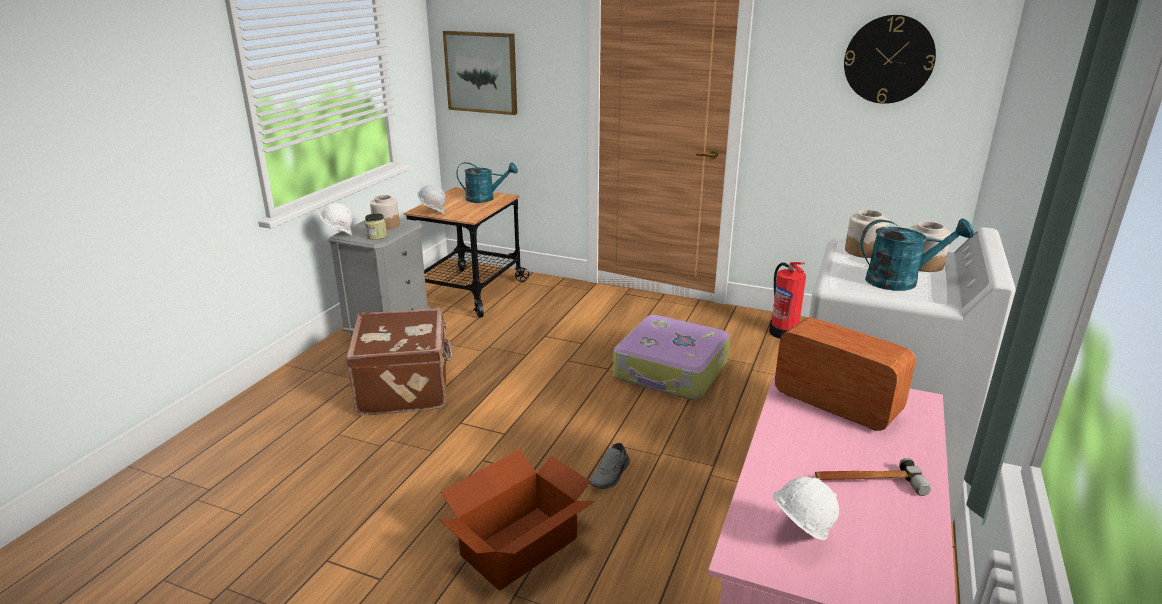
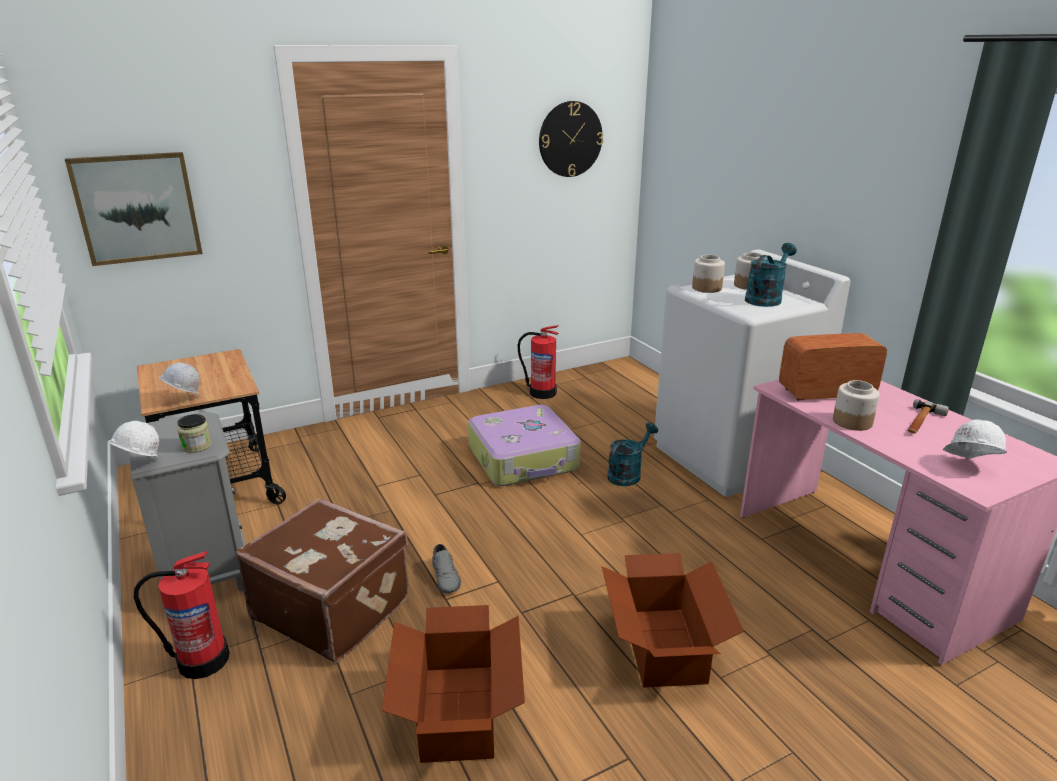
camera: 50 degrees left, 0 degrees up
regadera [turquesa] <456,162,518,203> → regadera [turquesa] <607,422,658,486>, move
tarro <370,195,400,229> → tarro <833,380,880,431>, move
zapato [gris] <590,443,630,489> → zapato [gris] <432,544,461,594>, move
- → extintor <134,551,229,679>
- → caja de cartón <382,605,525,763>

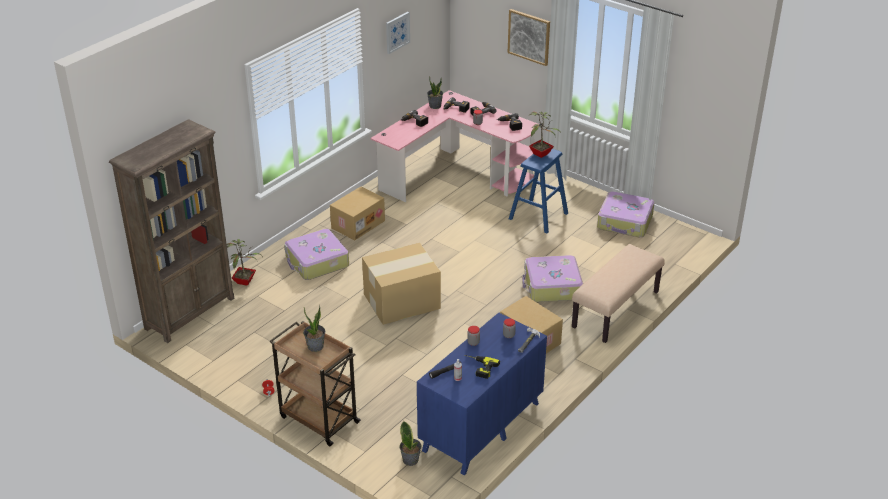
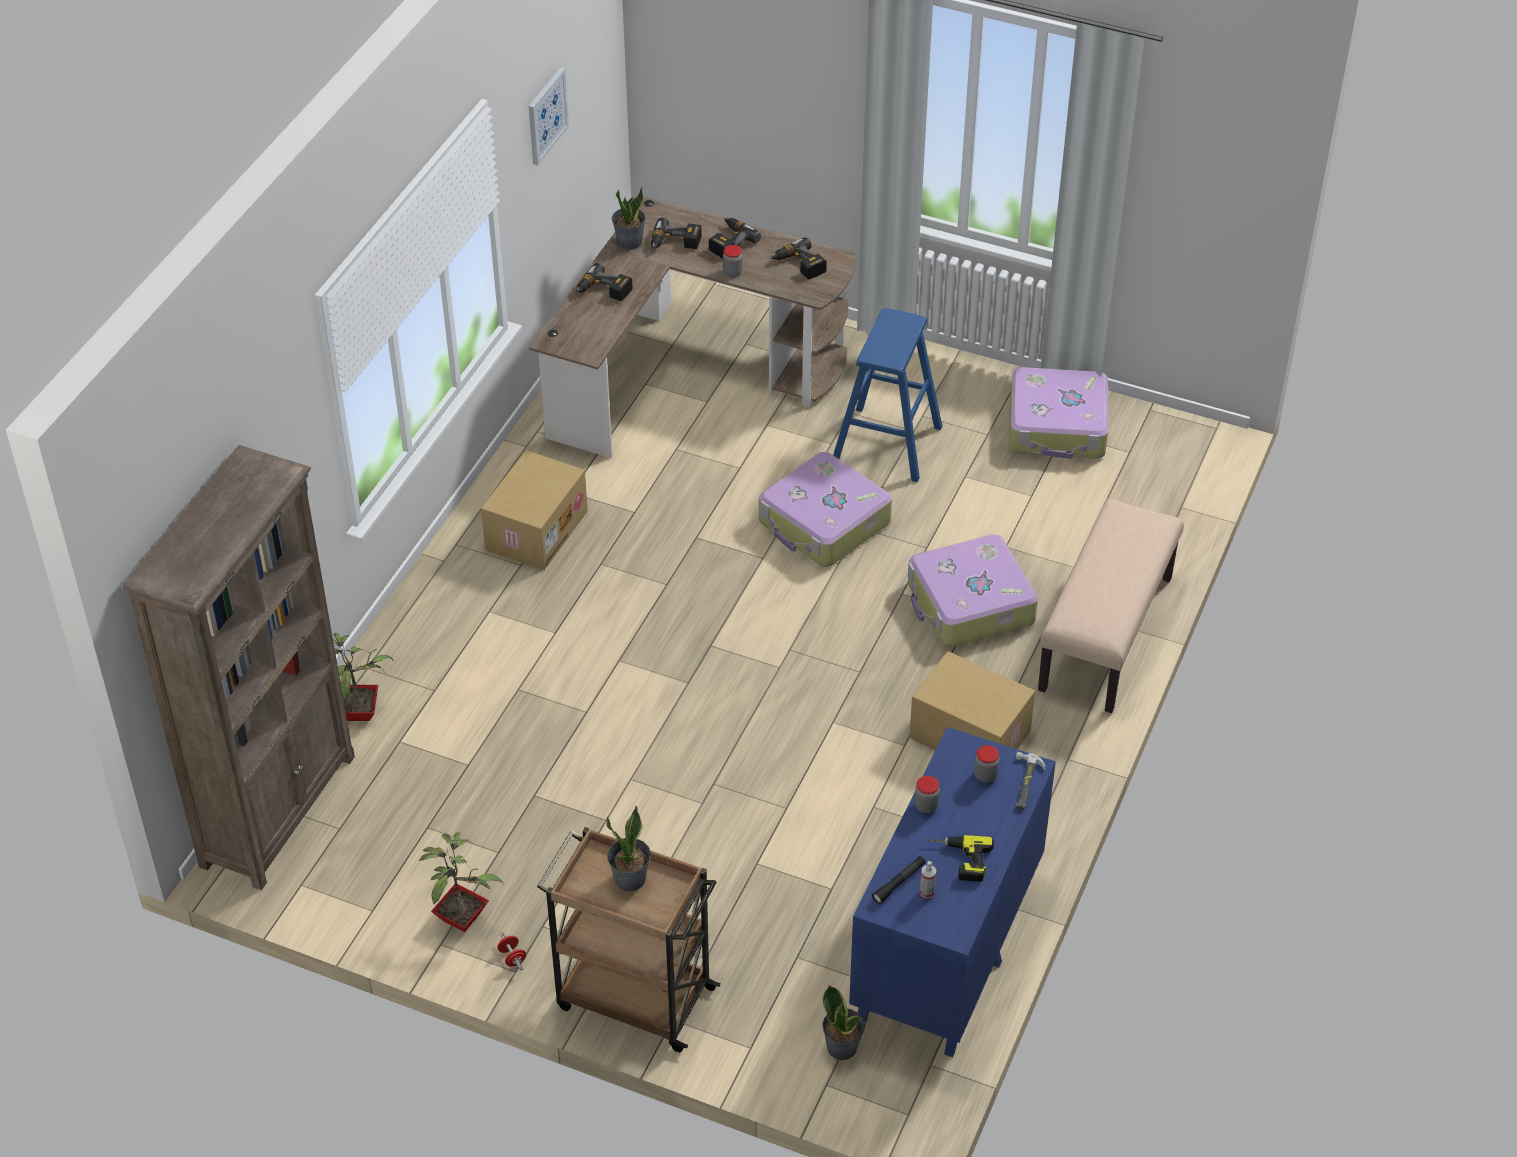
camera: 15 degrees left, 10 degrees up
cuadro <508,9,550,66> → -
escritorio [rosa] <370,90,538,202> → escritorio [marrón] <529,196,855,458>
planta en maceta <529,112,561,158> → planta en maceta <419,832,504,932>, move
maleta <284,229,349,280> → maleta <759,452,892,567>, move
caja de cartón <362,243,441,325> → -

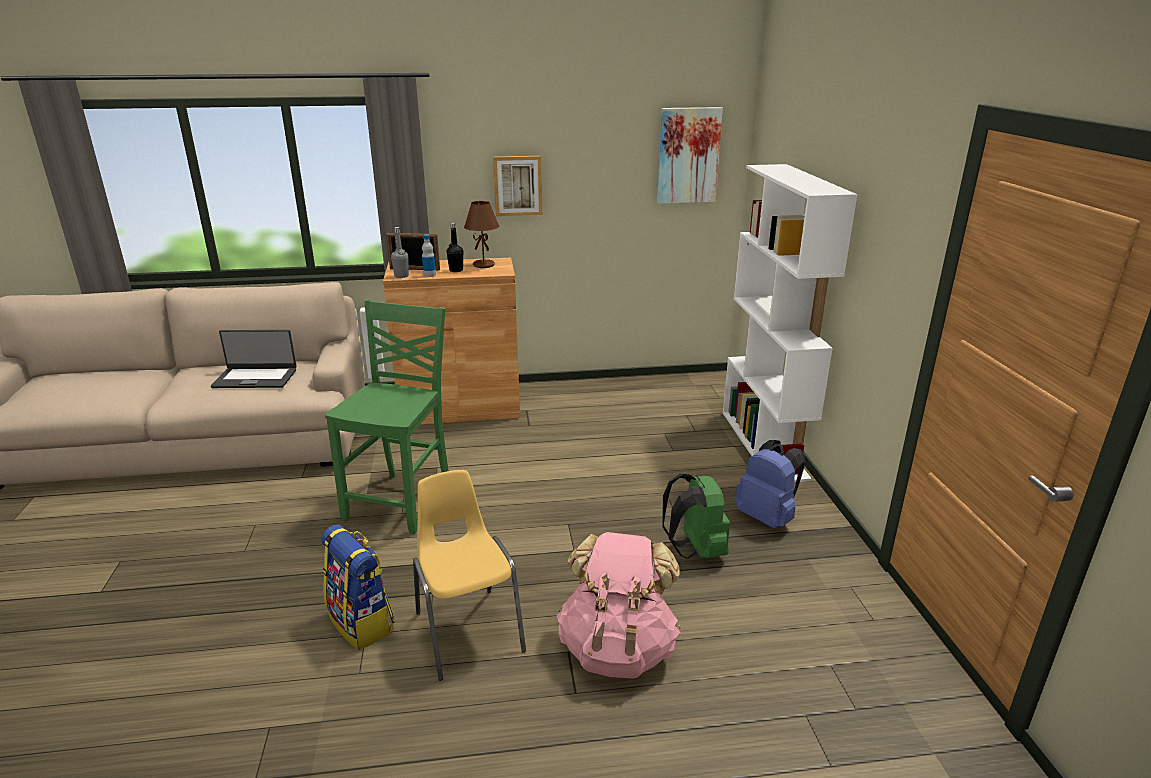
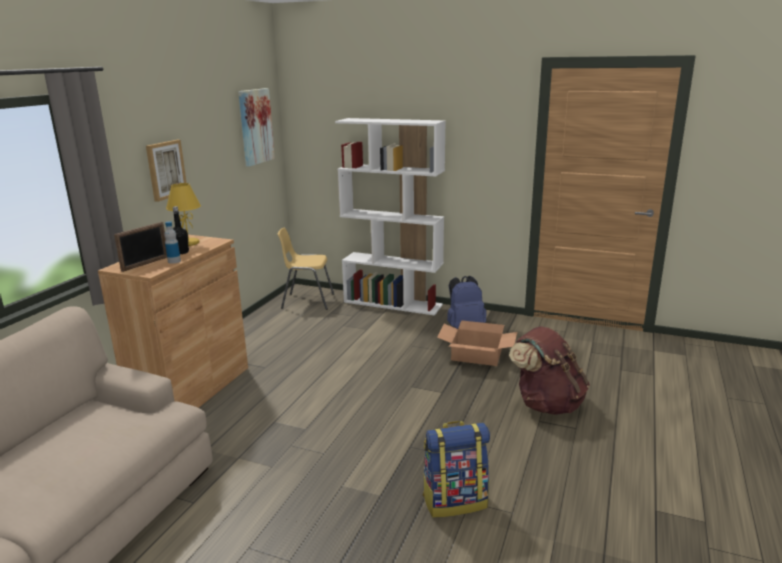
camera: 60 degrees left, 5 degrees down
lámpara de mesa [marrón] <464,201,499,268> → lámpara de mesa [amarillo] <166,183,201,246>
botella [gris] <391,227,409,278> → -
silla [verde] <325,300,449,534> → -
portátil <211,330,297,388> → -
silla [amarillo] <413,470,526,681> → silla [amarillo] <278,228,334,310>, move
mochila [verde] <662,474,730,559> → caja de cartón <437,320,517,366>
mochila [rosa] <557,532,681,678> → mochila [marrón] <509,326,590,415>

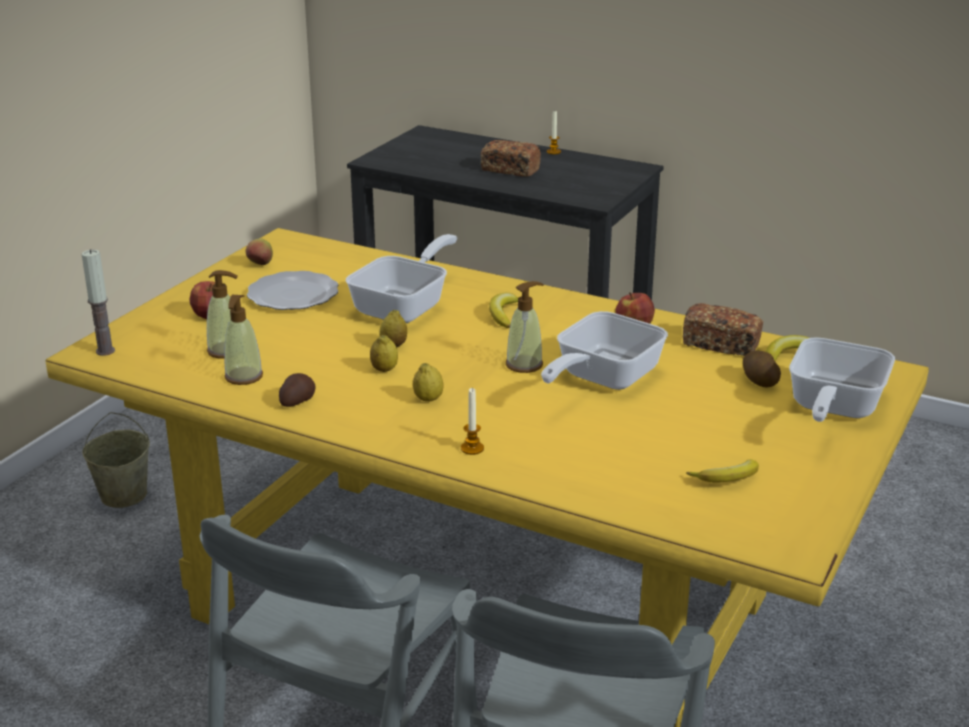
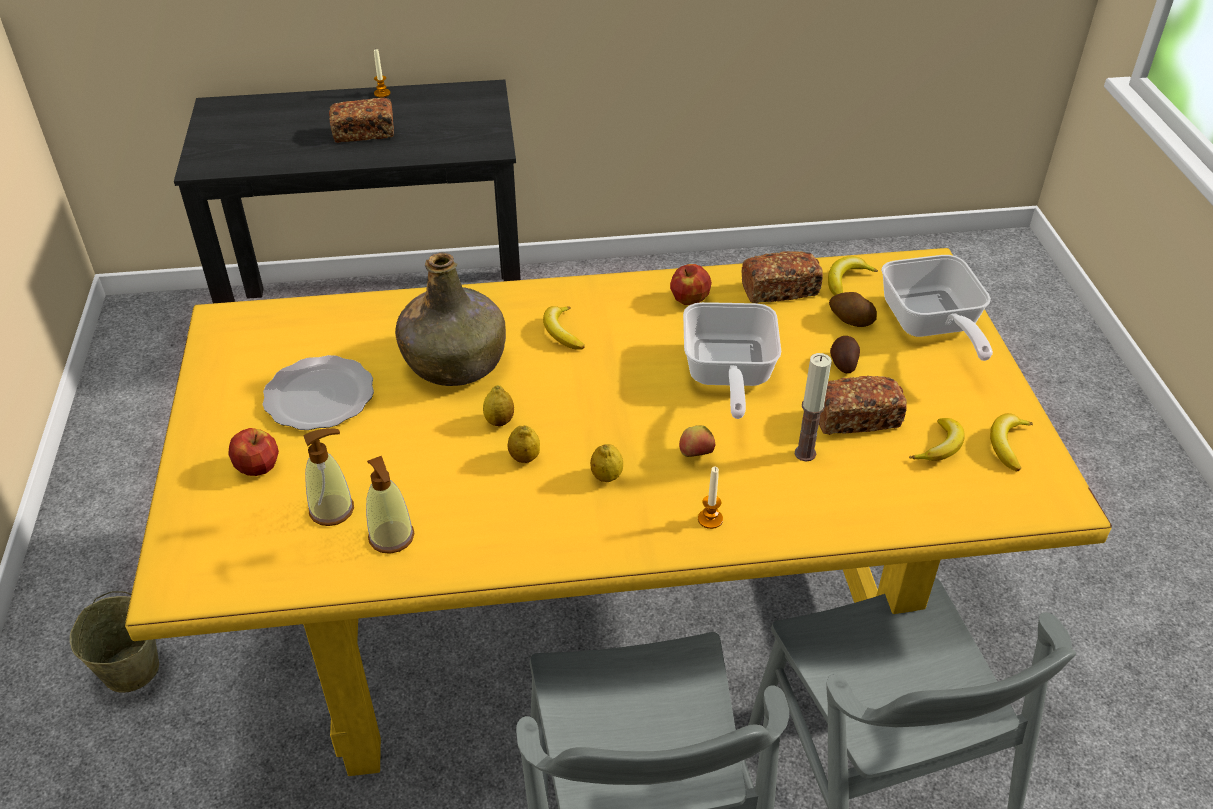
camera: 35 degrees left, 15 degrees up
sartén <346,234,457,323> → botella [verde] <395,252,506,386>
manzana <245,239,273,265> → manzana <679,425,715,457>, move
vela <82,249,115,356> → vela <795,353,832,462>, move
dispensador de jabón <506,281,544,373> → -
patata <279,373,316,407> → patata <830,336,860,373>, move
- → pan <819,376,907,435>
- → plátano <990,413,1033,471>

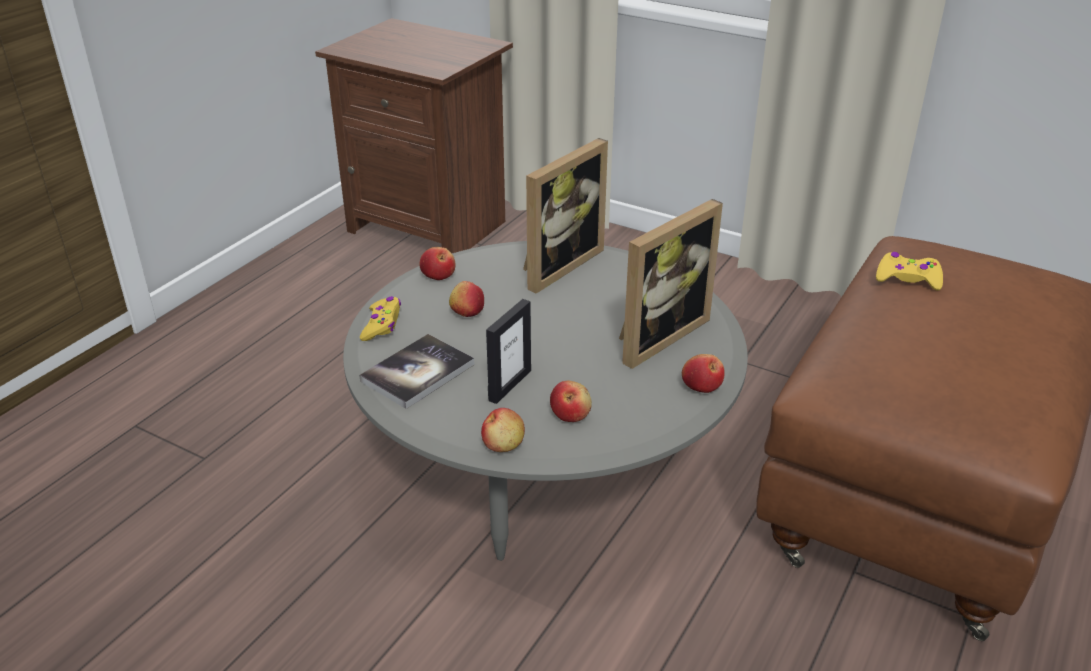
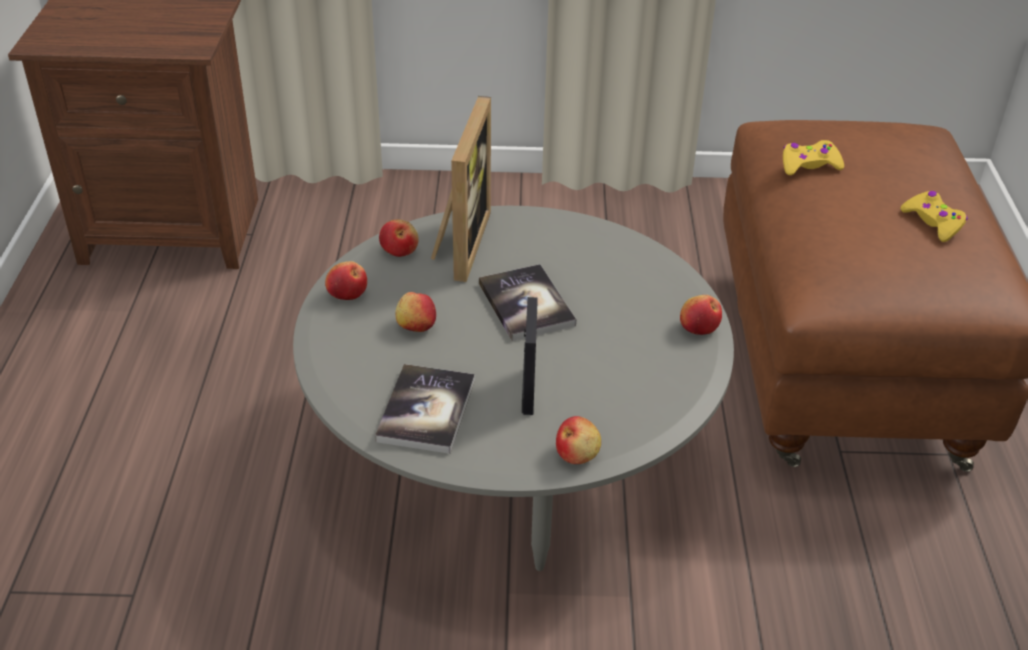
camera: 30 degrees left, 5 degrees up
portarretratos <619,199,723,369> → -
mando de consola [amarillo] <360,296,401,341> → mando de consola [amarillo] <900,191,968,242>, move
manzana <550,381,592,422> → manzana <379,220,419,257>, move
- → libro <479,264,576,341>

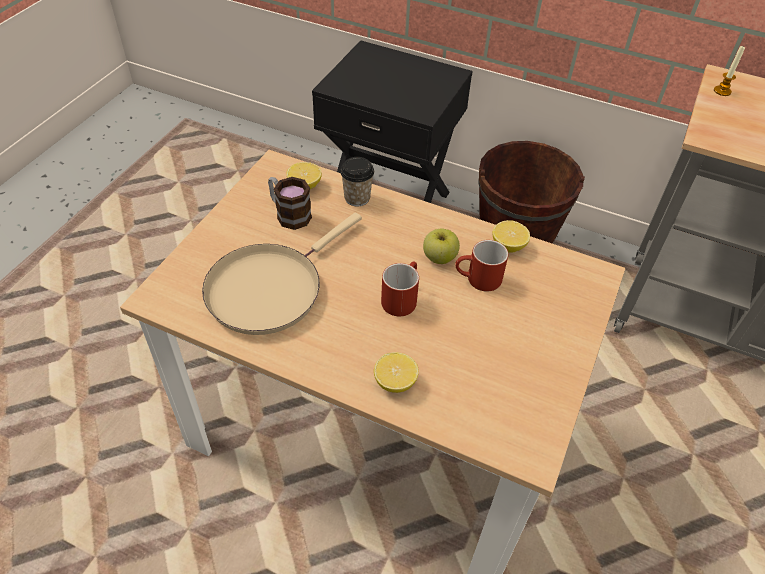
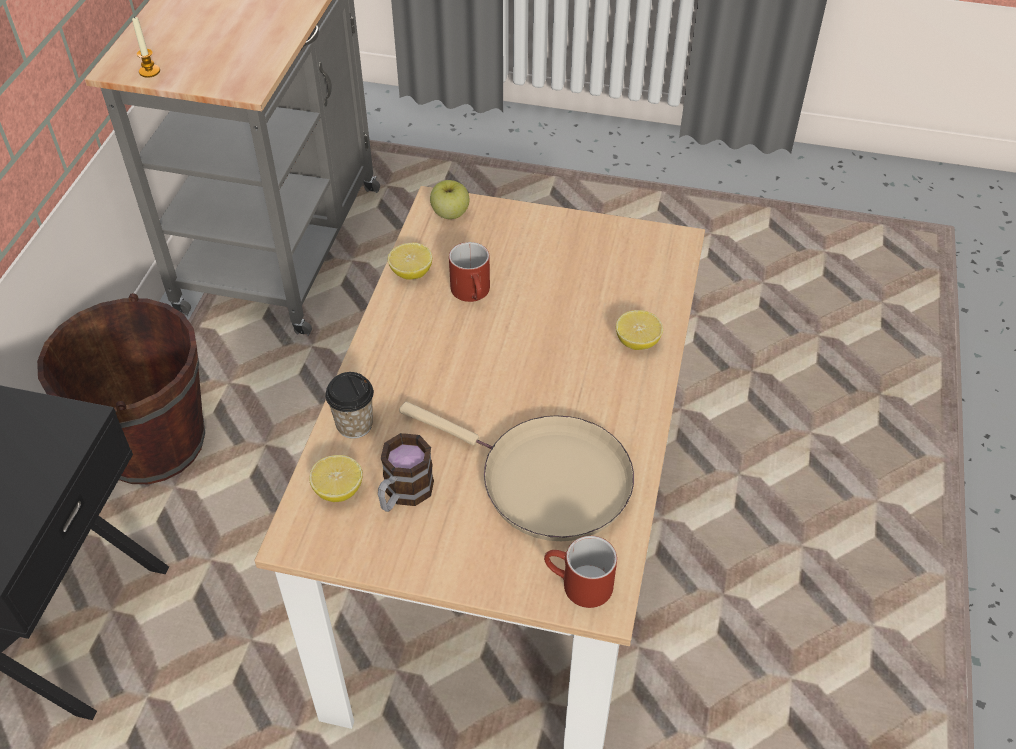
camera: 100 degrees left, 0 degrees up
manzana <423,229,460,264> → manzana <430,180,469,219>, move
taza grande [rojo] <381,261,419,316> → taza grande [rojo] <544,536,617,608>, move

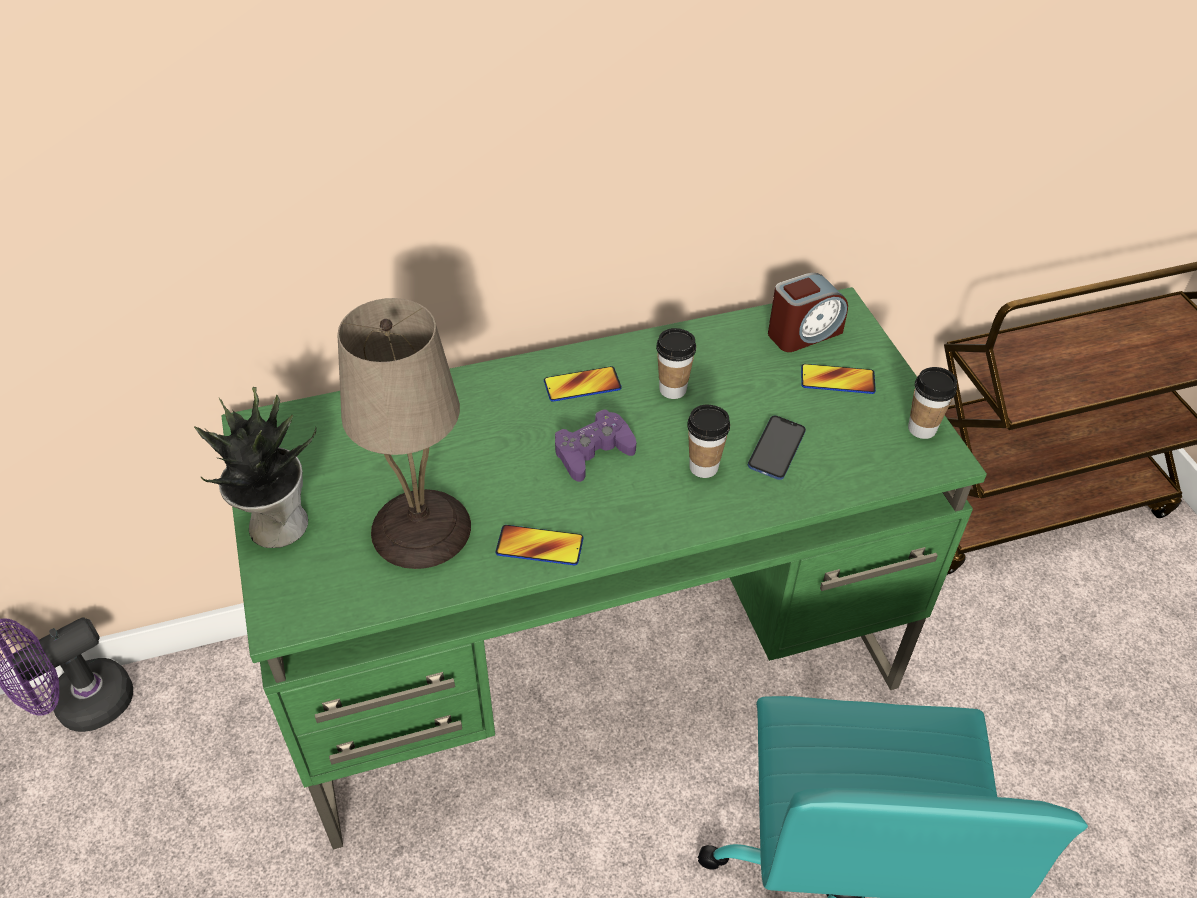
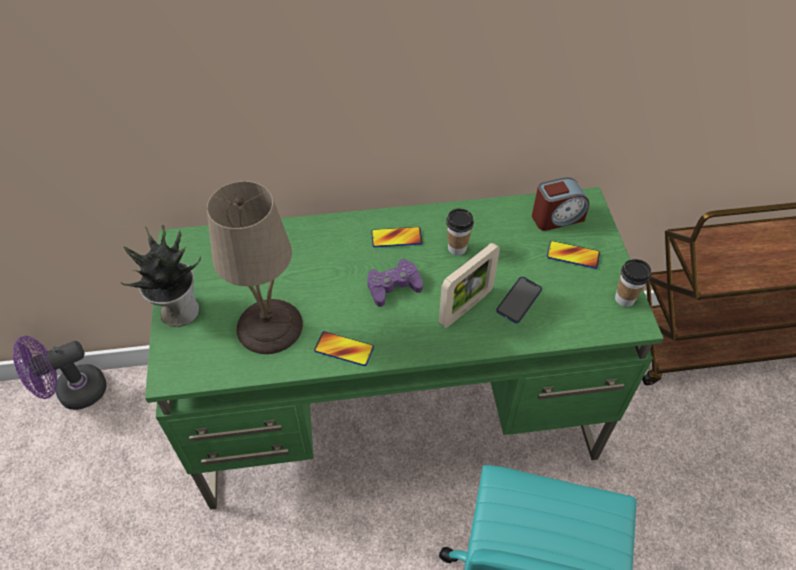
camera: 10 degrees right, 5 degrees up
taza <687,405,730,478> → portarretratos <439,243,500,328>

